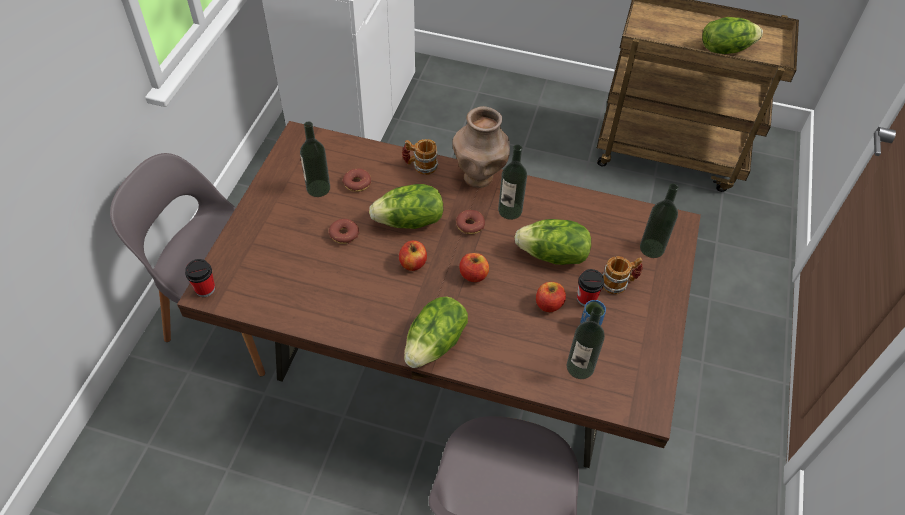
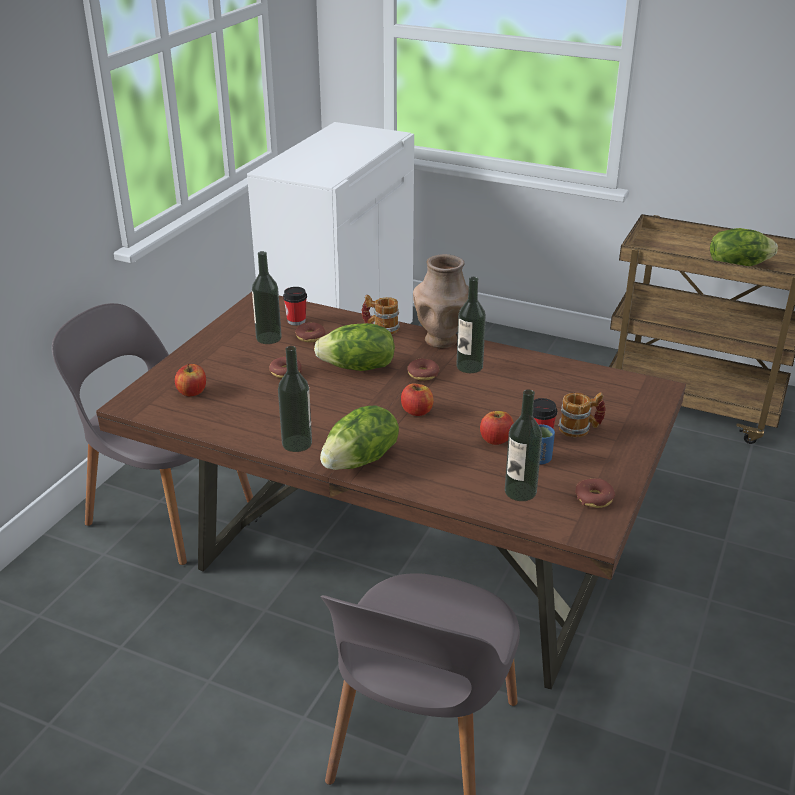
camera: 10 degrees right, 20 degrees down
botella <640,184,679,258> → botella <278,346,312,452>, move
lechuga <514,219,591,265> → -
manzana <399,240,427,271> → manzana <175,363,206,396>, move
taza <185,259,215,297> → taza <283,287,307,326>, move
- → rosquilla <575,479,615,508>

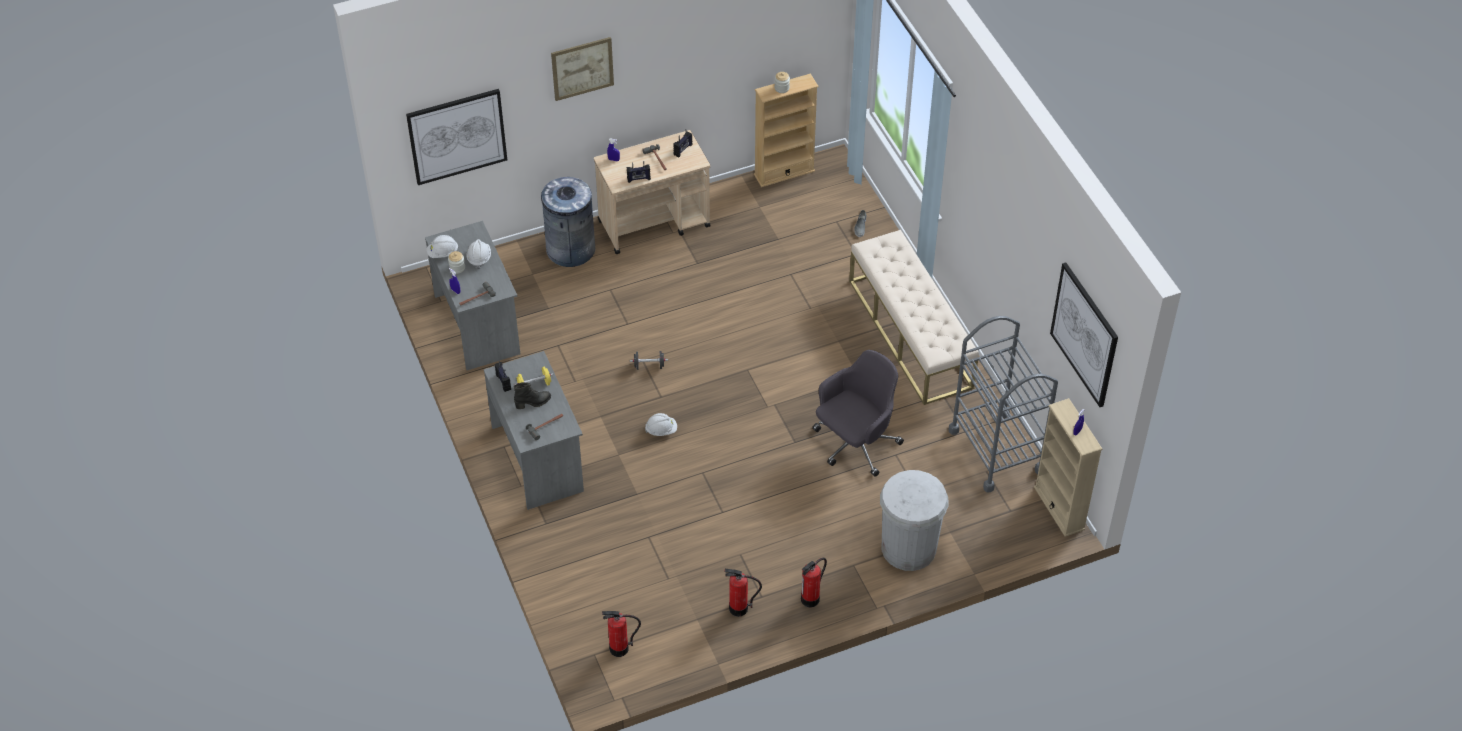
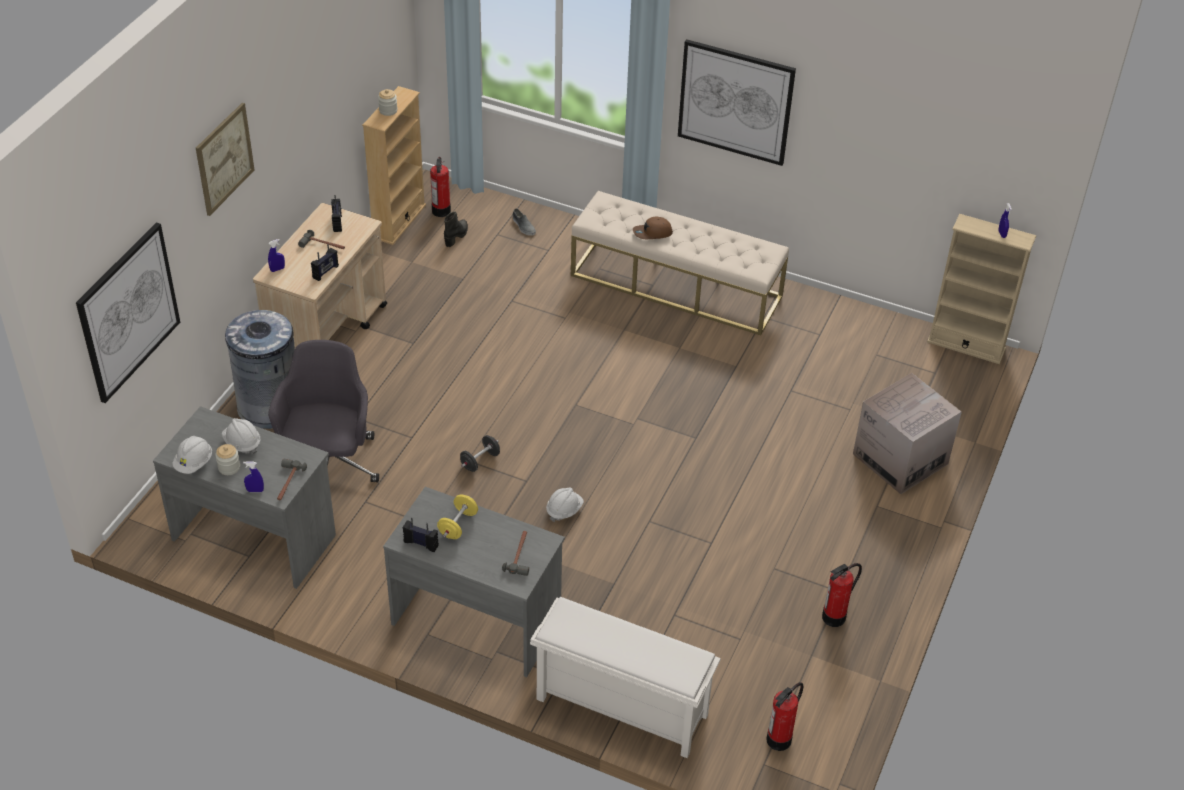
camera: 45 degrees left, 5 degrees down
cuadro <1050,262,1118,407> → cuadro <678,39,796,166>, move
carrito [gris] <949,316,1058,492> → -
silla de oficina [gris] <812,350,904,477> → silla de oficina [gris] <268,340,379,482>, move
bota [negro] <513,382,551,409> → bota [negro] <444,212,468,247>, move
papelera [blanco] <880,470,949,571> → caja de cartón <853,373,962,494>
extintor <801,558,827,608> → extintor <430,157,451,217>, move
- → gorra [marrón] <633,217,673,239>
- → zapatero [blanco] <530,597,721,758>

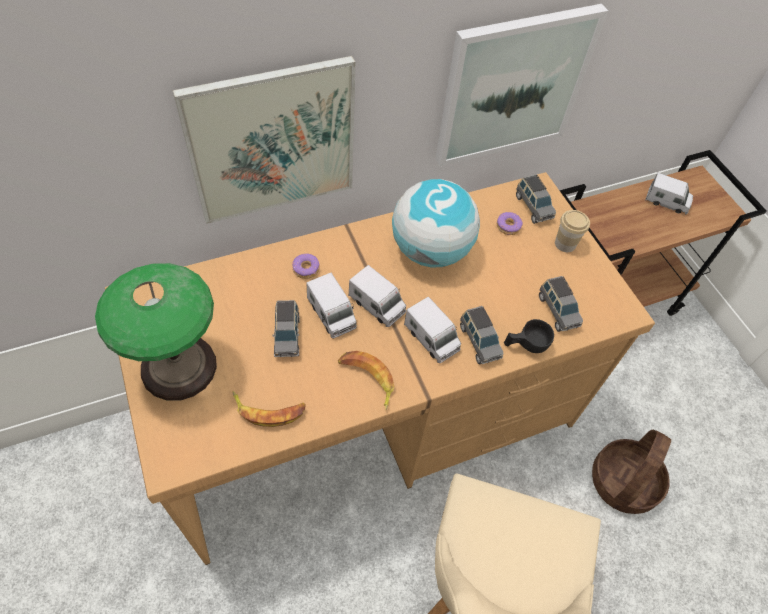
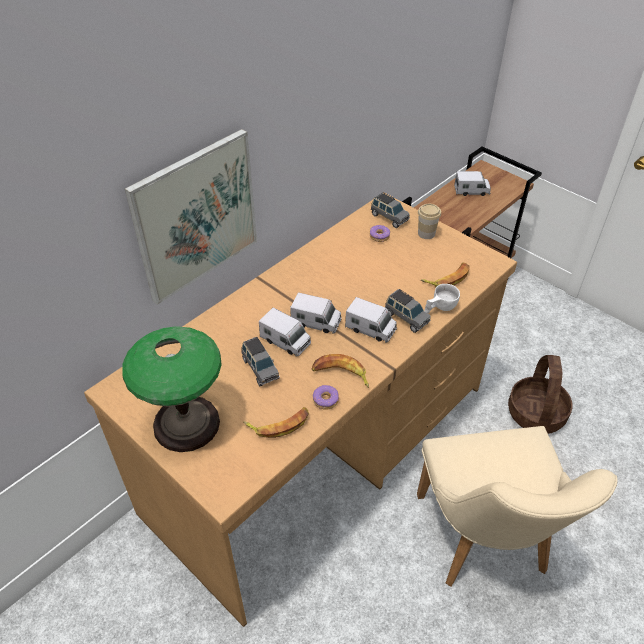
camera: 20 degrees left, 10 degrees down
cuadro <435,4,608,166> → -
globo terráqueo <392,179,480,268> → -
rosquilla <292,254,320,279> → rosquilla <313,385,339,410>, move
coche de juguete [gris] <539,276,583,332> → plátano <421,263,470,287>
taza [negro] <504,319,554,353> → taza [blanco] <424,284,460,313>

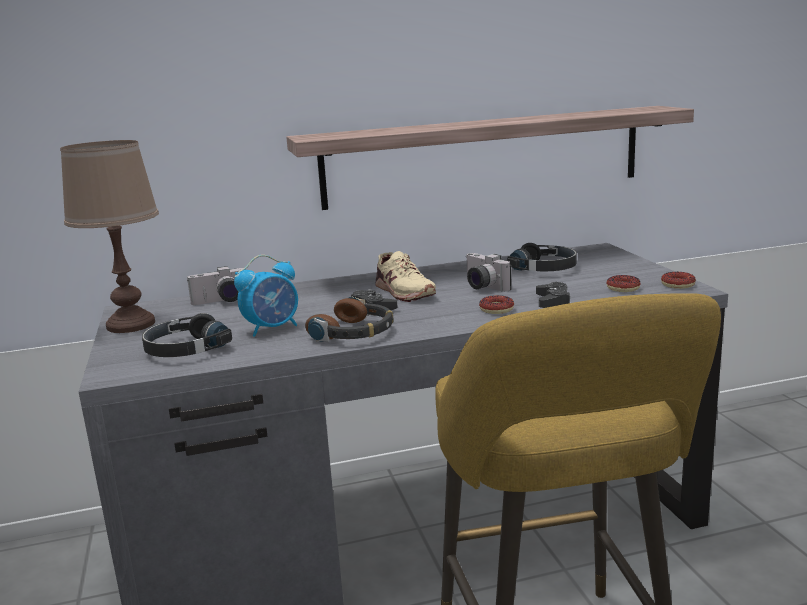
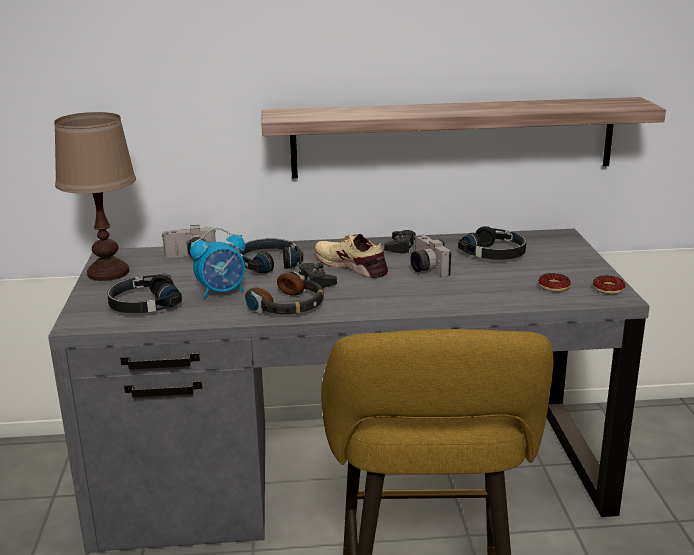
camera: 10 degrees right, 5 degrees up
zapato [beis] <376,251,436,302> → zapato [beis] <315,233,388,278>, 150 degrees clockwise
mando de consola [negro] <536,282,571,308> → mando de consola [negro] <384,230,416,253>, move
rosquilla <479,295,514,314> → -
- → auriculares [negro] <237,238,303,274>

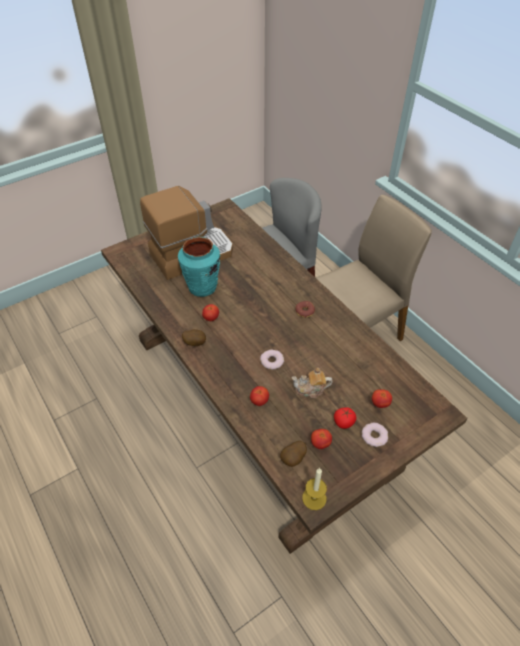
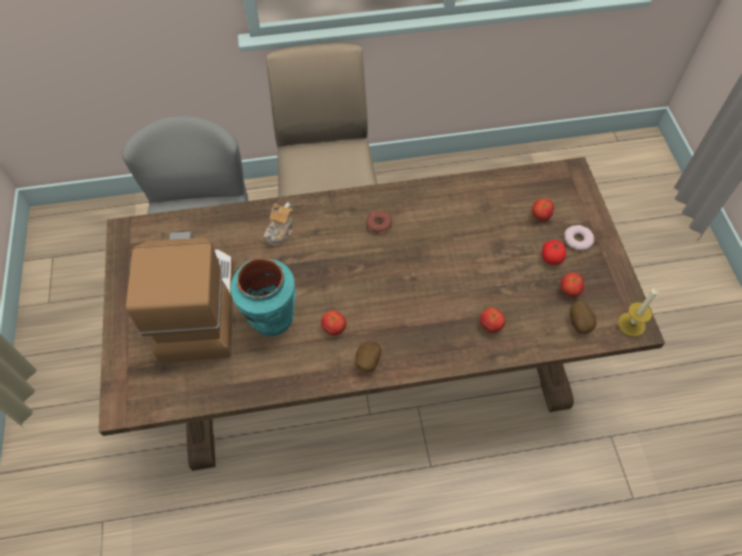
camera: 65 degrees left, 10 degrees up
rosquilla <260,350,284,370> → -
tetera <292,367,333,398> → tetera <264,202,294,246>, move

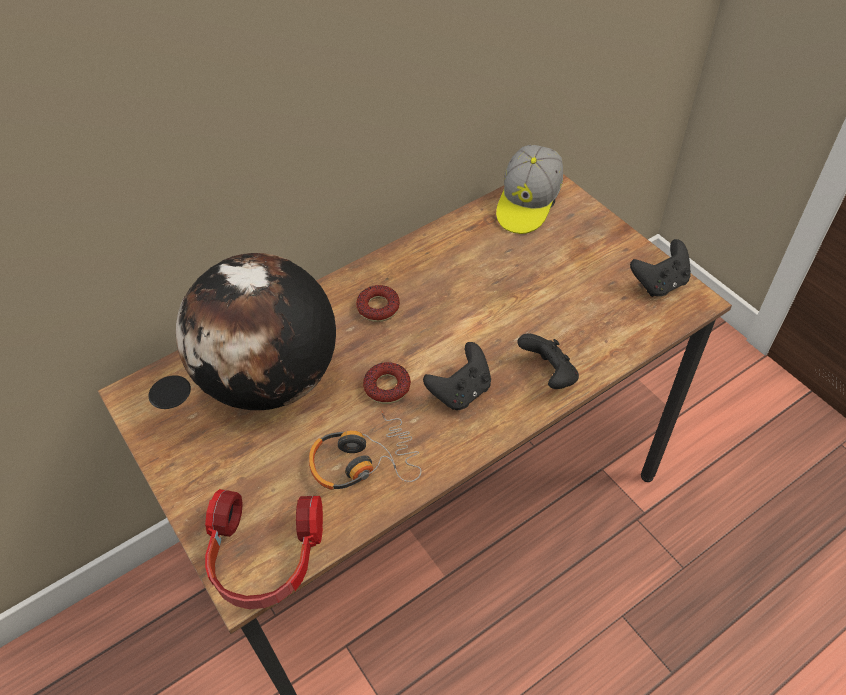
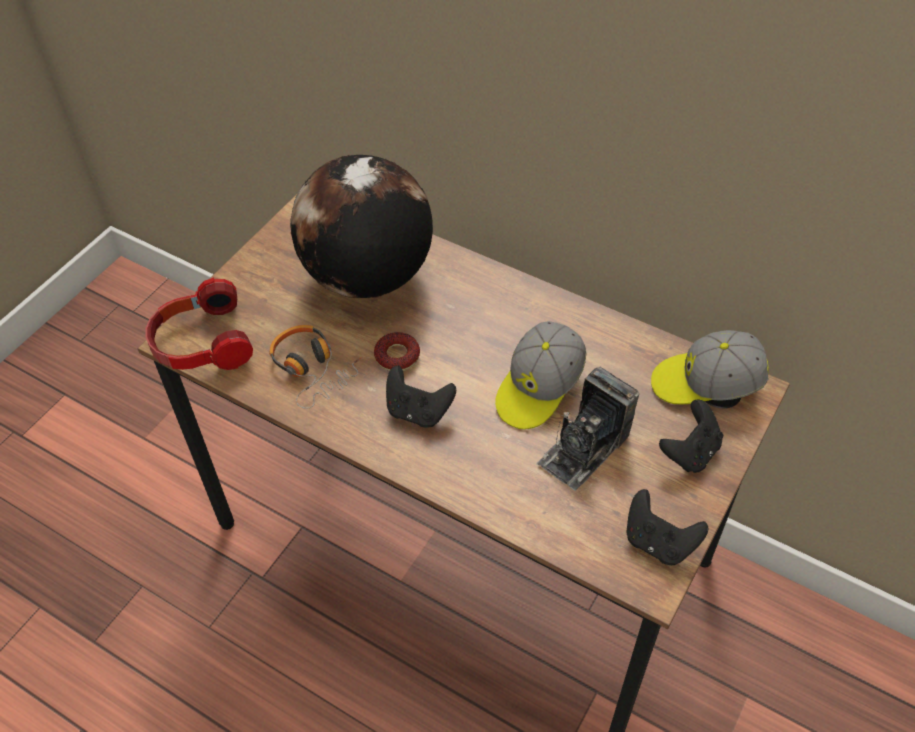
camera: 65 degrees right, 0 degrees up
rosquilla <356,285,400,322> → -
mando de consola [negro] <517,334,579,389> → mando de consola [negro] <659,400,723,473>, move
- → gorra <495,321,587,430>
- → cámara <537,367,639,491>

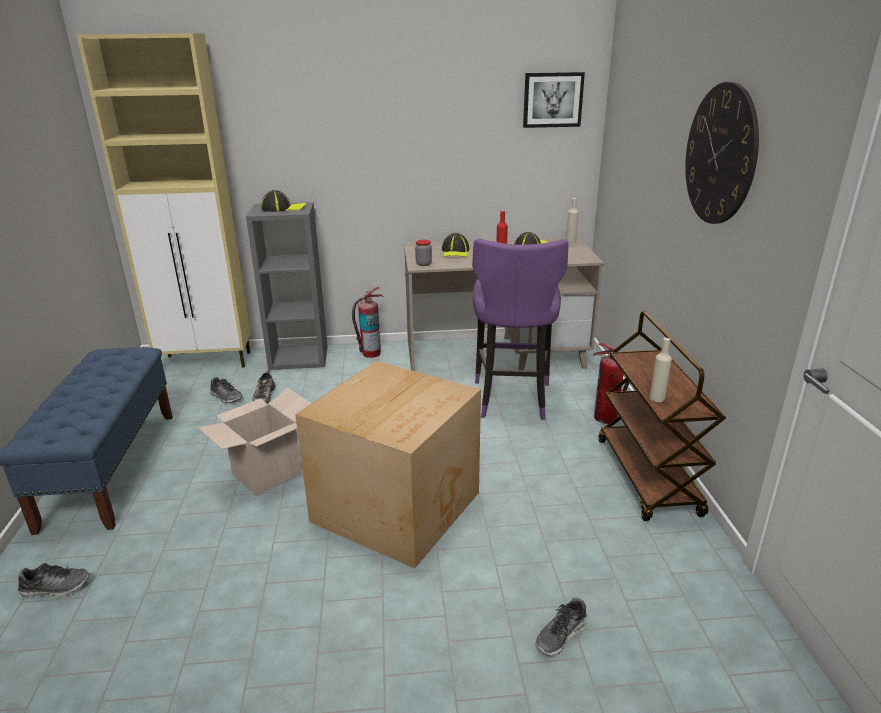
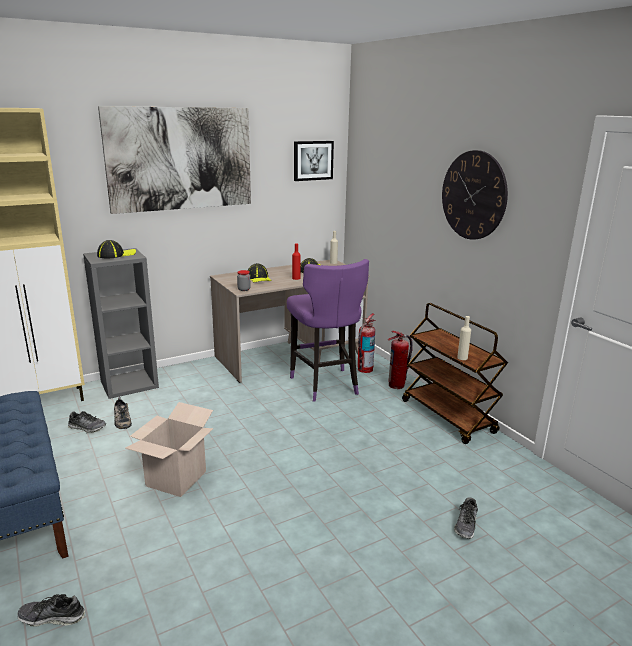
camera: 25 degrees left, 5 degrees down
extintor <352,287,382,358> → extintor <358,313,376,373>, move
caja de cartón <296,361,481,568> → -
zapato <18,563,90,598> → zapato <17,594,85,626>, 150 degrees counterclockwise
- → cuadro <98,106,251,214>

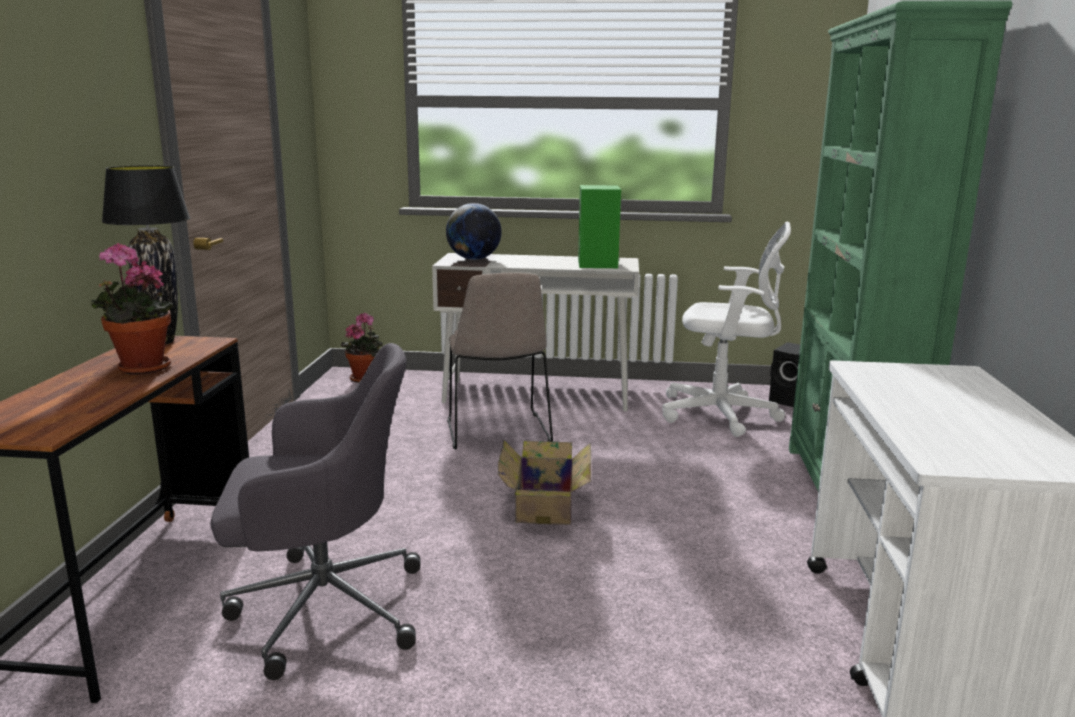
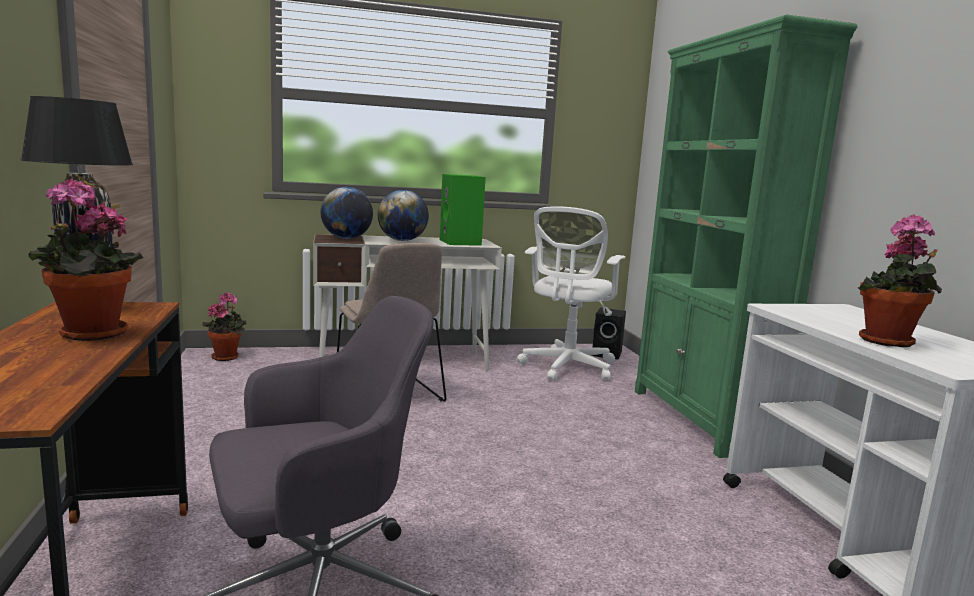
camera: 20 degrees left, 5 degrees down
silla de oficina [blanco] <663,222,791,437> → silla de oficina [blanco] <517,206,626,381>, 120 degrees clockwise
caja de cartón <498,440,591,525> → -
- → globo terráqueo <378,190,429,241>
- → planta en maceta <858,214,942,348>

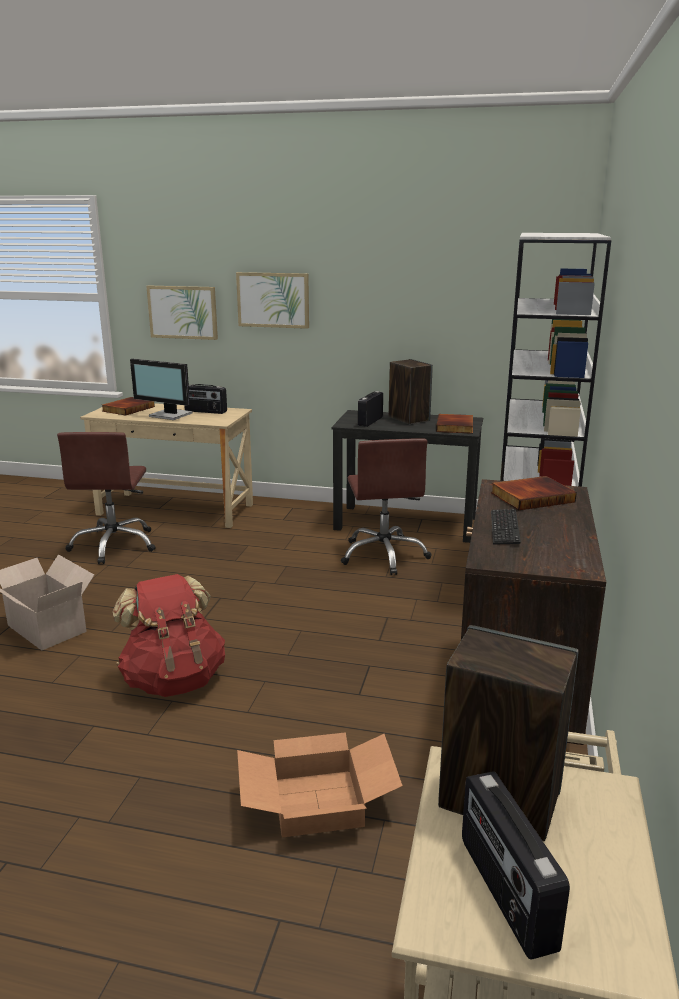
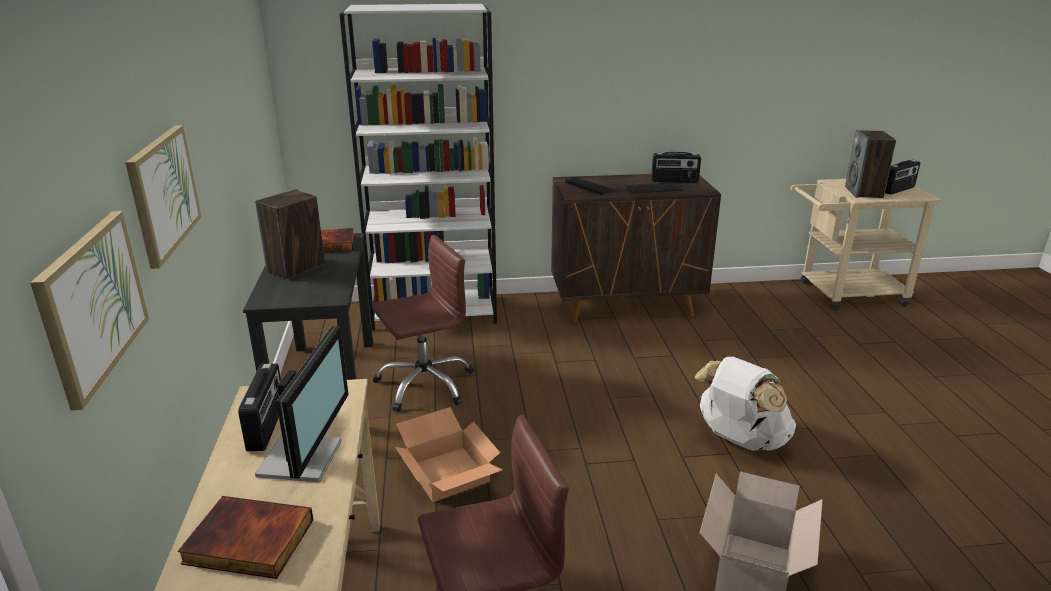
camera: 110 degrees left, 5 degrees up
radio <358,391,383,427> → radio <651,152,701,183>, move
libro <491,476,577,510> → teclado <565,178,614,195>
mochila [rojo] <113,574,225,697> → mochila [blanco] <694,357,796,451>
caja de cartón <237,732,403,837> → caja de cartón <395,407,502,502>, move

